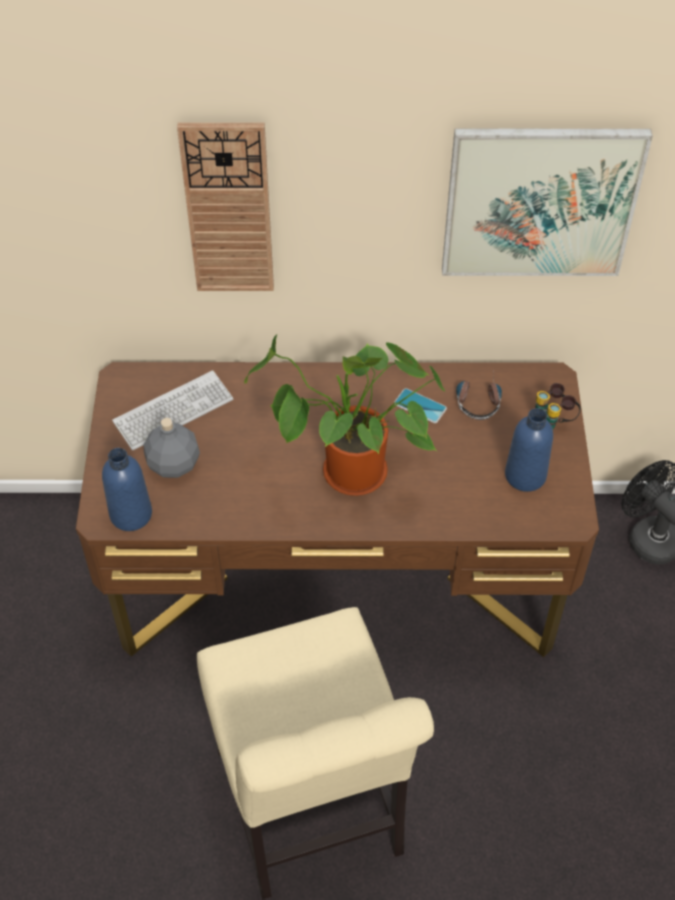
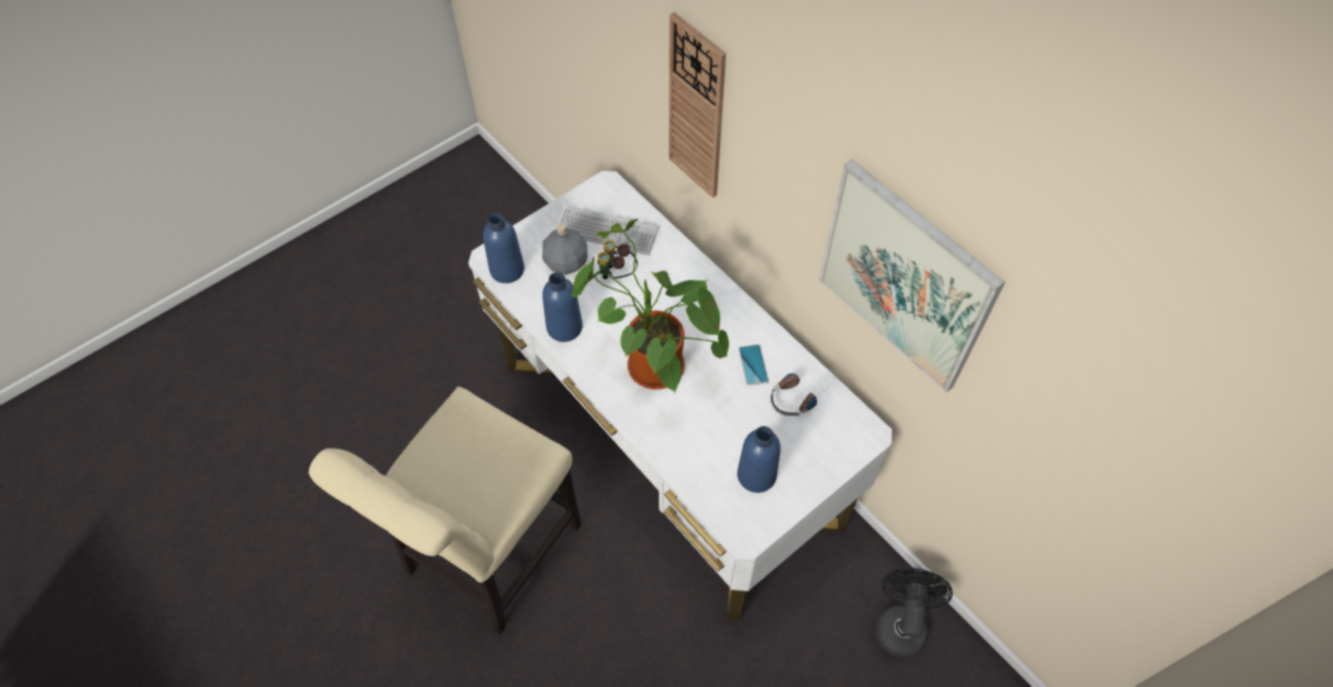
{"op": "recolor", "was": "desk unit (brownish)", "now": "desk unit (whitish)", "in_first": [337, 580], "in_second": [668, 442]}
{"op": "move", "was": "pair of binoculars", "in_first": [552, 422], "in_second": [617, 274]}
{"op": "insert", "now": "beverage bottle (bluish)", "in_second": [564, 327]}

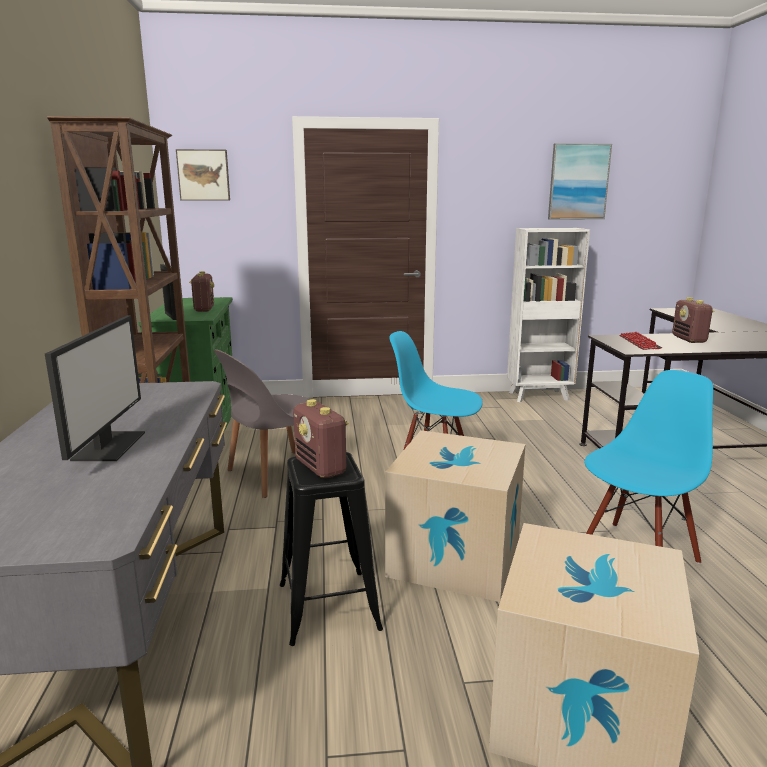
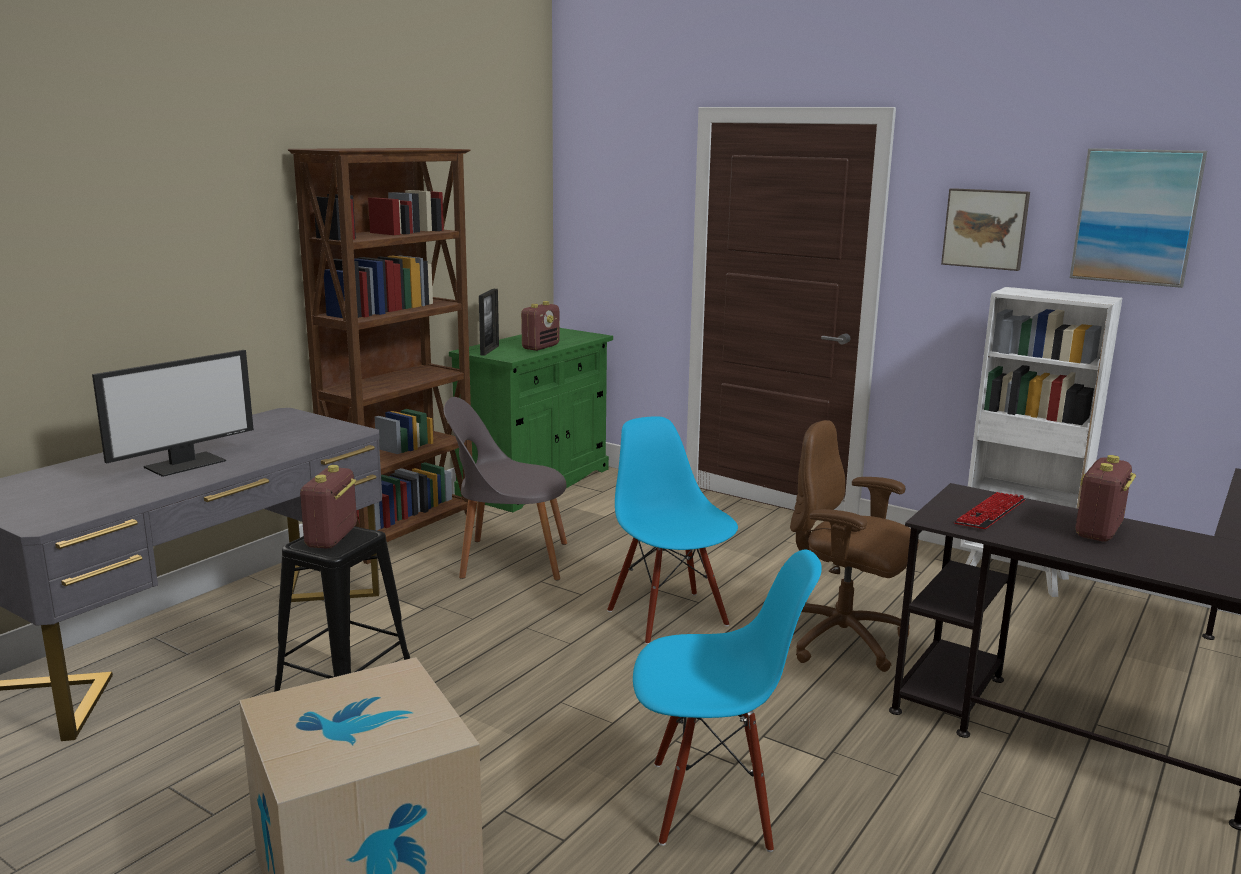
{"op": "move", "was": "wall picture", "in_first": [204, 175], "in_second": [985, 228]}
{"op": "delete", "was": "carton", "in_first": [455, 557]}
{"op": "insert", "now": "desk chair (brownish)", "in_second": [843, 641]}

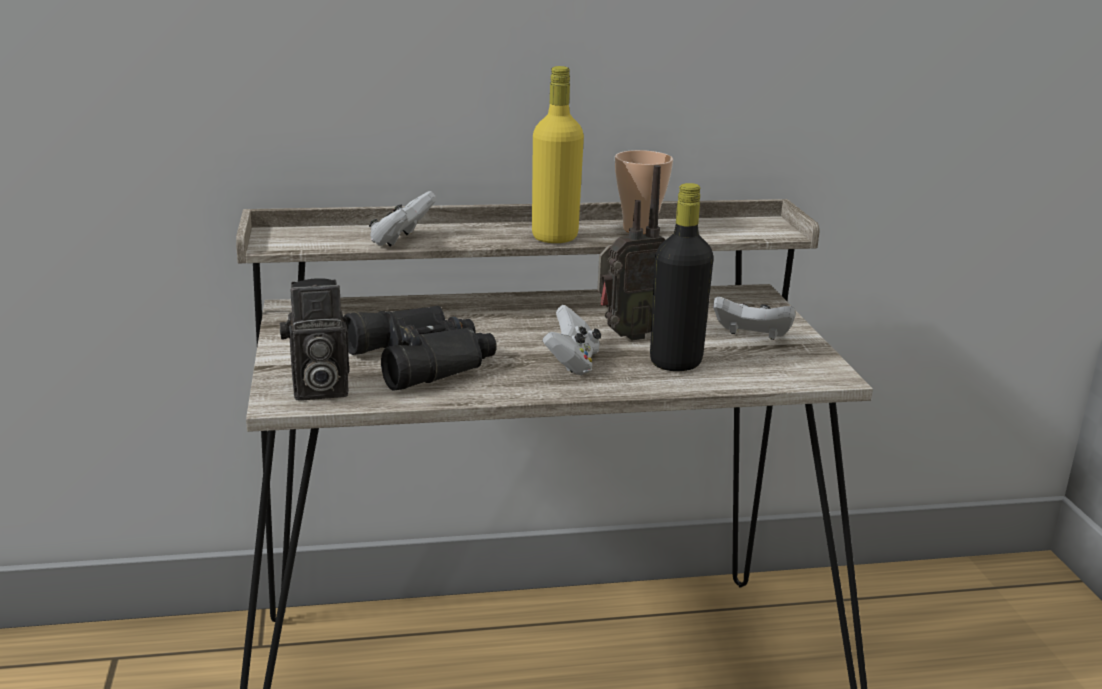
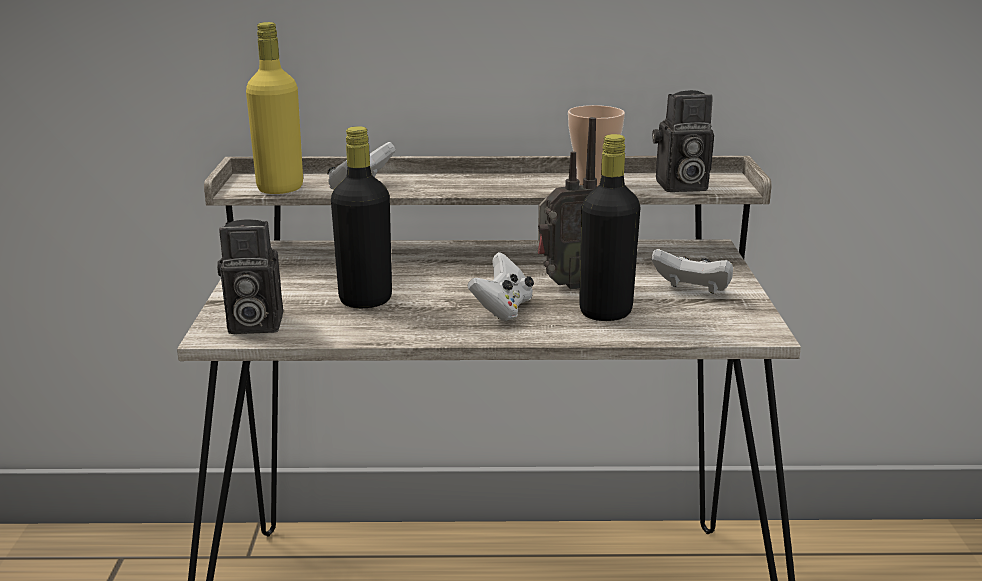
{"op": "replace", "was": "pair of binoculars (black)", "now": "beverage bottle (black)", "in_first": [426, 359], "in_second": [365, 300]}
{"op": "move", "was": "beverage bottle (yellow-coloured)", "in_first": [554, 237], "in_second": [280, 188]}
{"op": "insert", "now": "photo camera", "in_second": [679, 186]}

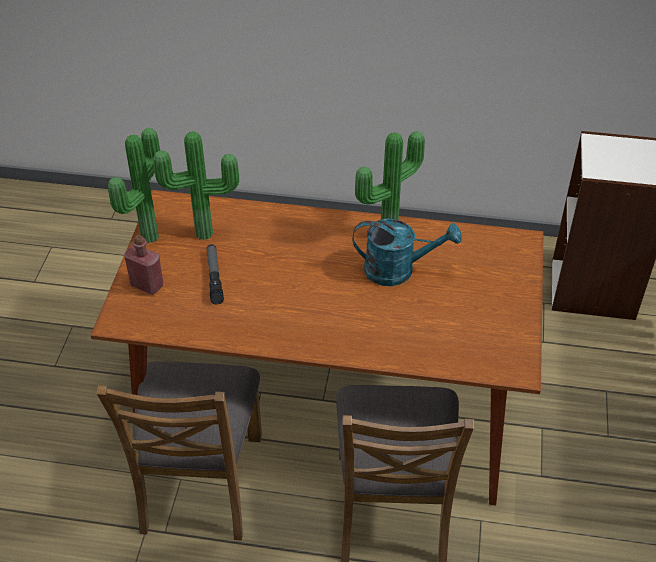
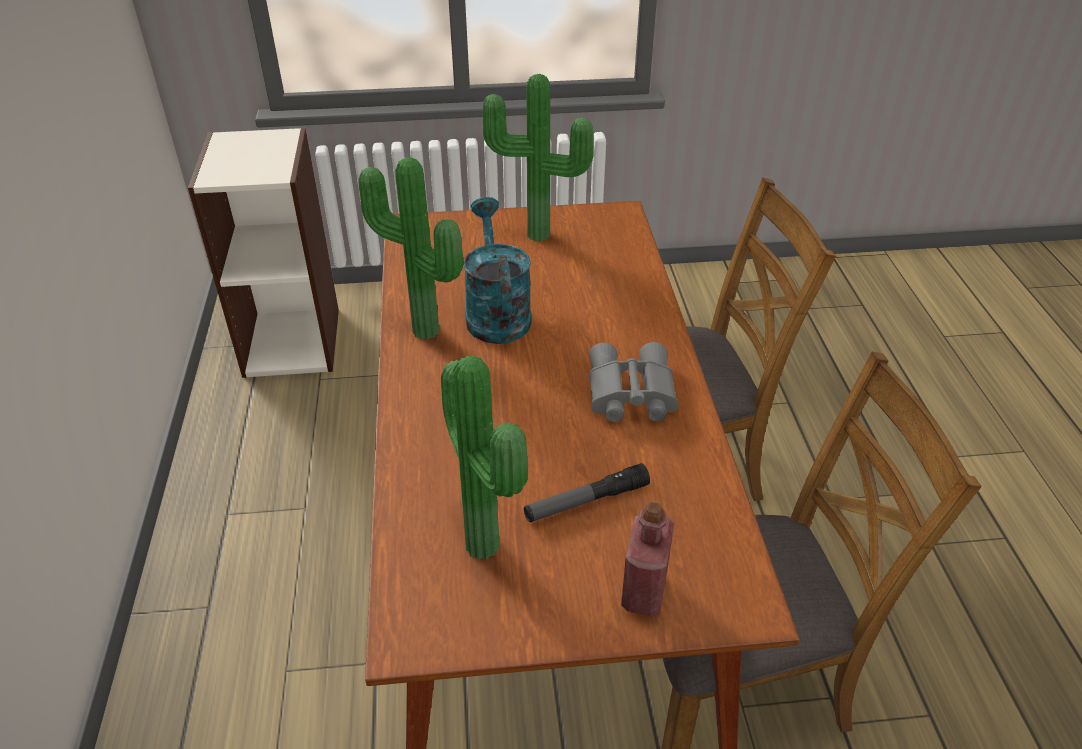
{"op": "move", "was": "potted plant", "in_first": [146, 236], "in_second": [538, 237]}
{"op": "insert", "now": "pair of binoculars (greyish)", "in_second": [628, 394]}

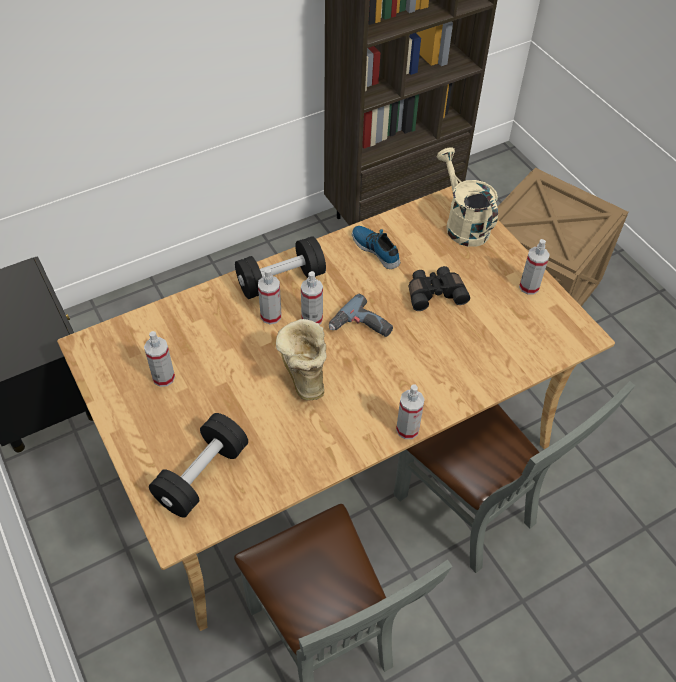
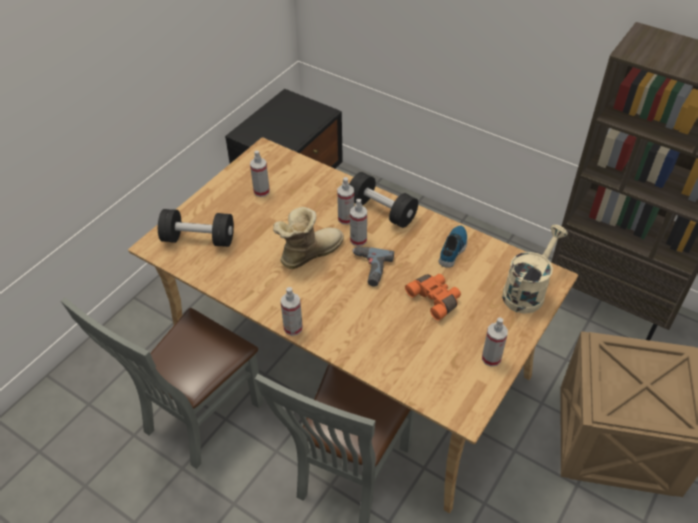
{"op": "recolor", "was": "pair of binoculars (black)", "now": "pair of binoculars (orangey)", "in_first": [435, 293], "in_second": [435, 299]}

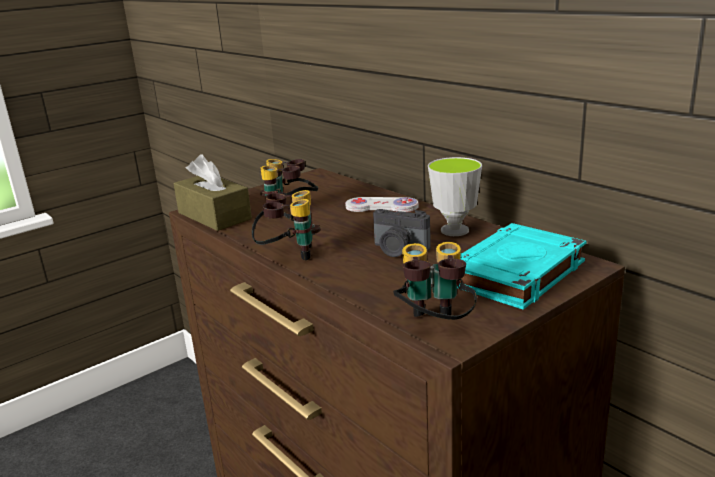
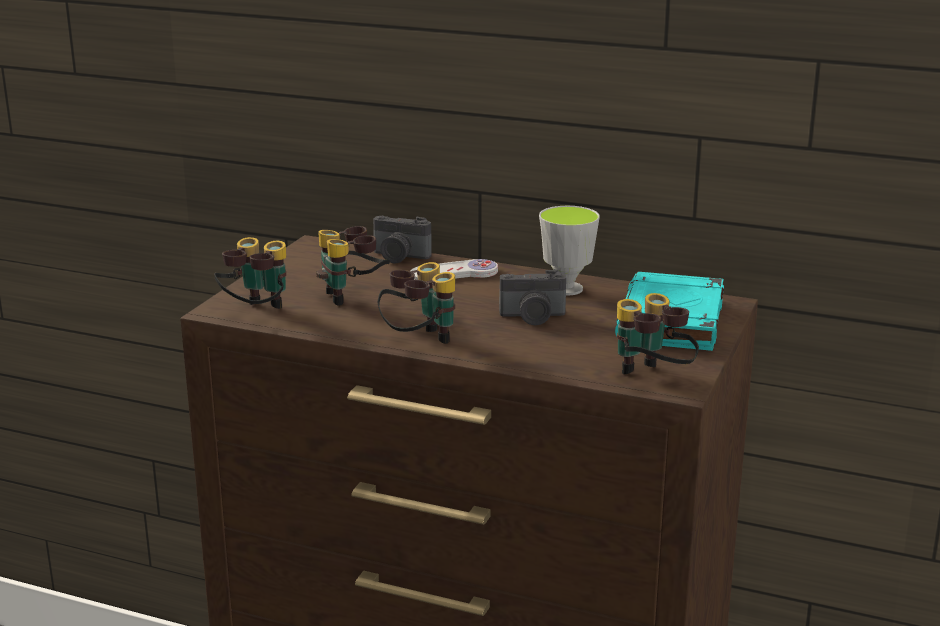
{"op": "replace", "was": "tissue holder (brownish)", "now": "pair of binoculars", "in_first": [214, 216], "in_second": [256, 313]}
{"op": "insert", "now": "photo camera", "in_second": [399, 257]}

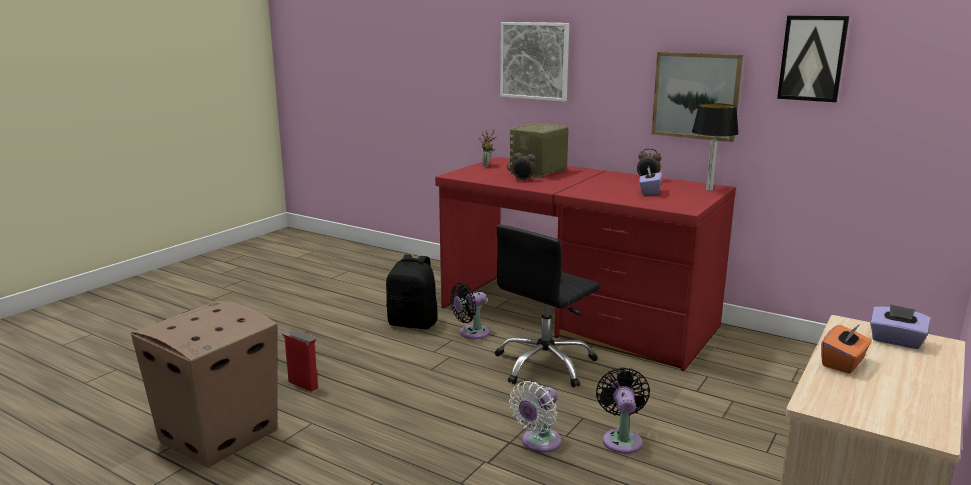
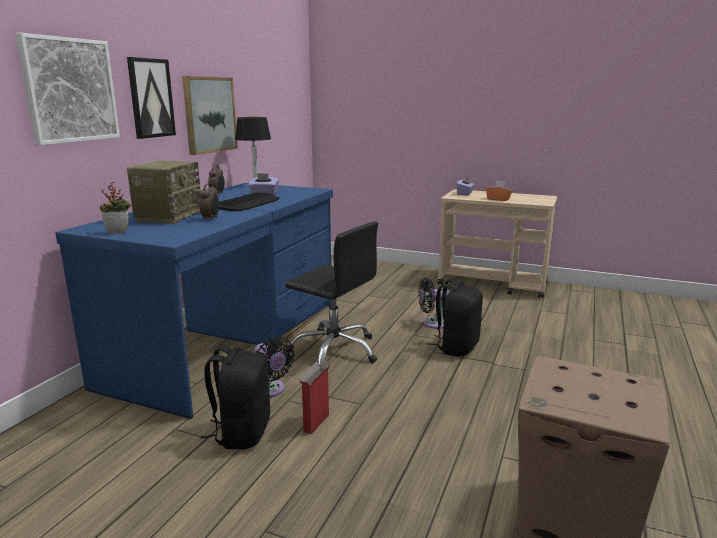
{"op": "move", "was": "carton", "in_first": [302, 385], "in_second": [316, 423]}
{"op": "recolor", "was": "desk unit (red)", "now": "desk unit (bluish)", "in_first": [575, 317], "in_second": [230, 341]}
{"op": "rotate", "was": "radio", "in_first": [538, 172], "in_second": [169, 216], "clockwise": -105}
{"op": "replace", "was": "electric fan (whitish)", "now": "rucksack (black)", "in_first": [538, 443], "in_second": [456, 347]}
{"op": "move", "was": "wall picture", "in_first": [812, 58], "in_second": [151, 98]}
{"op": "insert", "now": "computer keyboard", "in_second": [248, 203]}

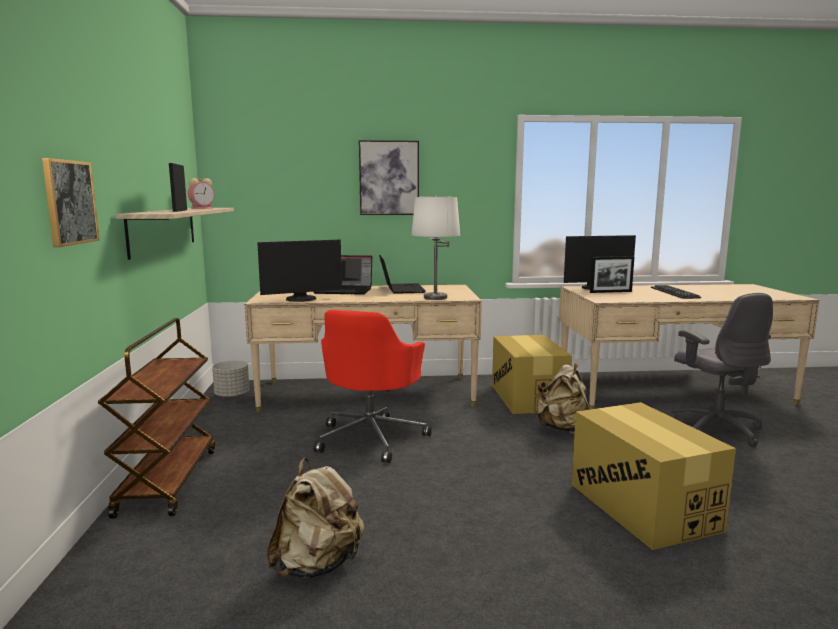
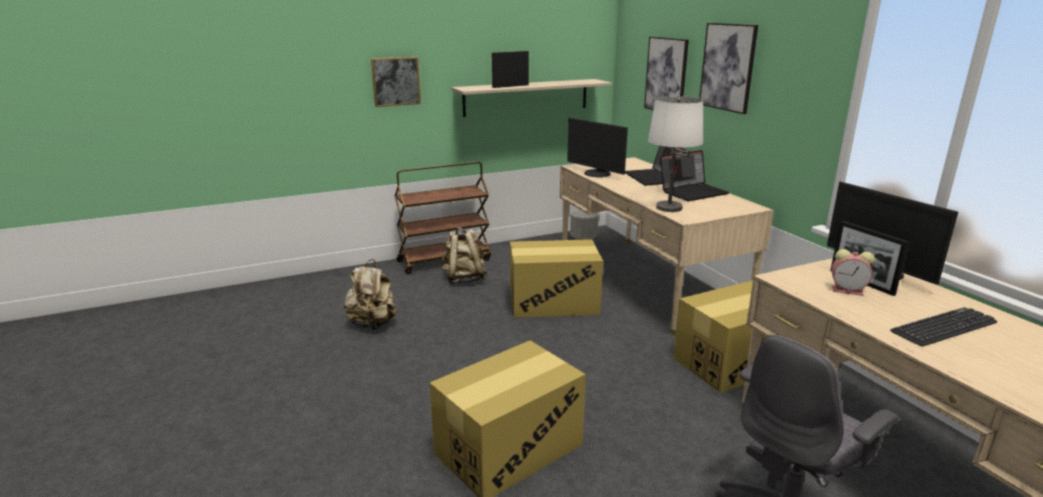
{"op": "move", "was": "alarm clock", "in_first": [202, 208], "in_second": [848, 291]}
{"op": "replace", "was": "desk chair (red)", "now": "carton", "in_first": [371, 437], "in_second": [553, 302]}
{"op": "move", "was": "rucksack (sand-coloured)", "in_first": [563, 429], "in_second": [464, 279]}
{"op": "insert", "now": "wall picture", "in_second": [666, 75]}

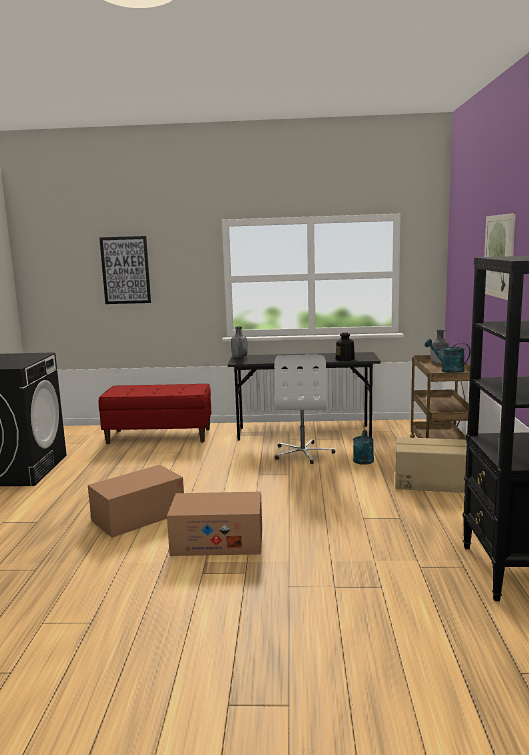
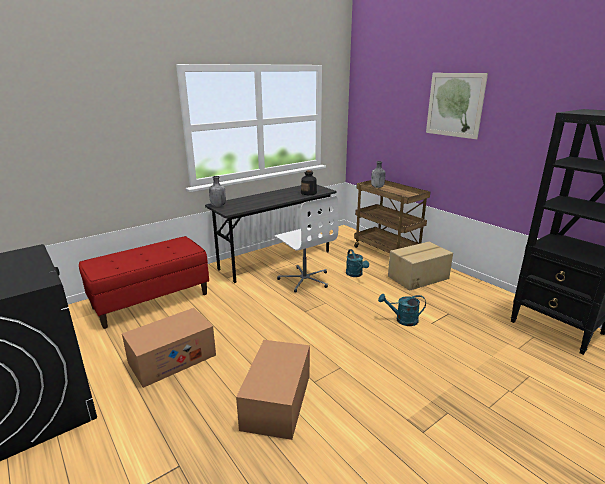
{"op": "delete", "was": "wall picture", "in_first": [125, 270]}
{"op": "move", "was": "carton", "in_first": [217, 541], "in_second": [172, 359]}
{"op": "move", "was": "watering can (blue-green)", "in_first": [448, 370], "in_second": [402, 320]}

